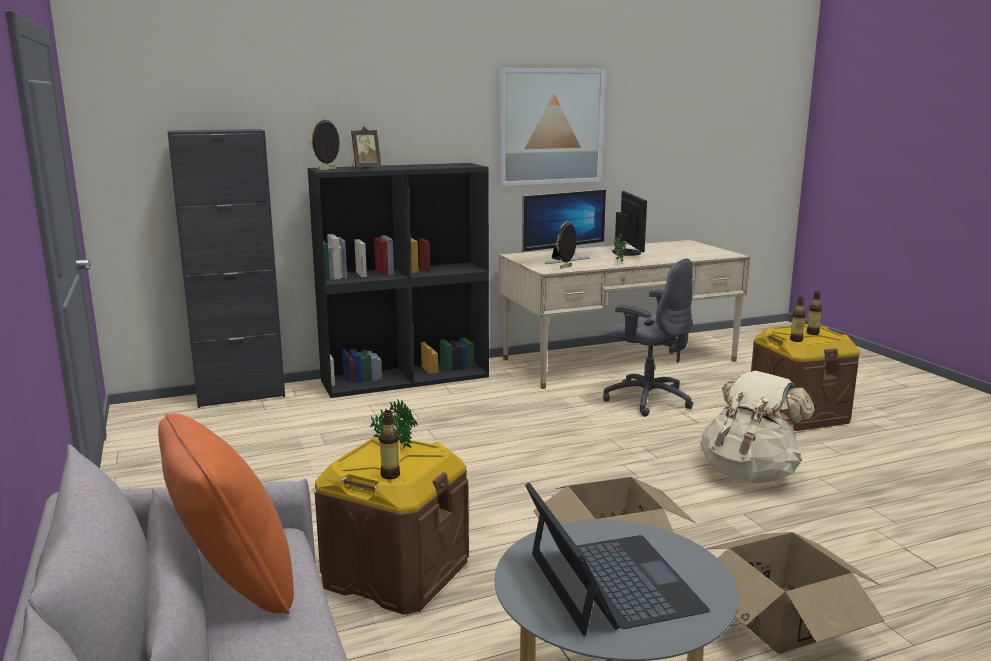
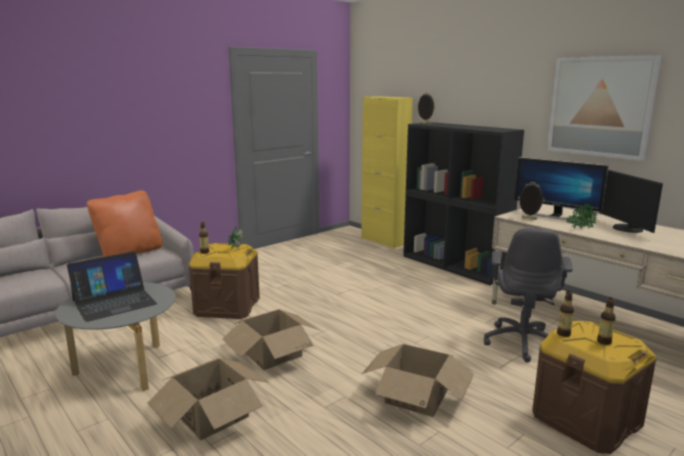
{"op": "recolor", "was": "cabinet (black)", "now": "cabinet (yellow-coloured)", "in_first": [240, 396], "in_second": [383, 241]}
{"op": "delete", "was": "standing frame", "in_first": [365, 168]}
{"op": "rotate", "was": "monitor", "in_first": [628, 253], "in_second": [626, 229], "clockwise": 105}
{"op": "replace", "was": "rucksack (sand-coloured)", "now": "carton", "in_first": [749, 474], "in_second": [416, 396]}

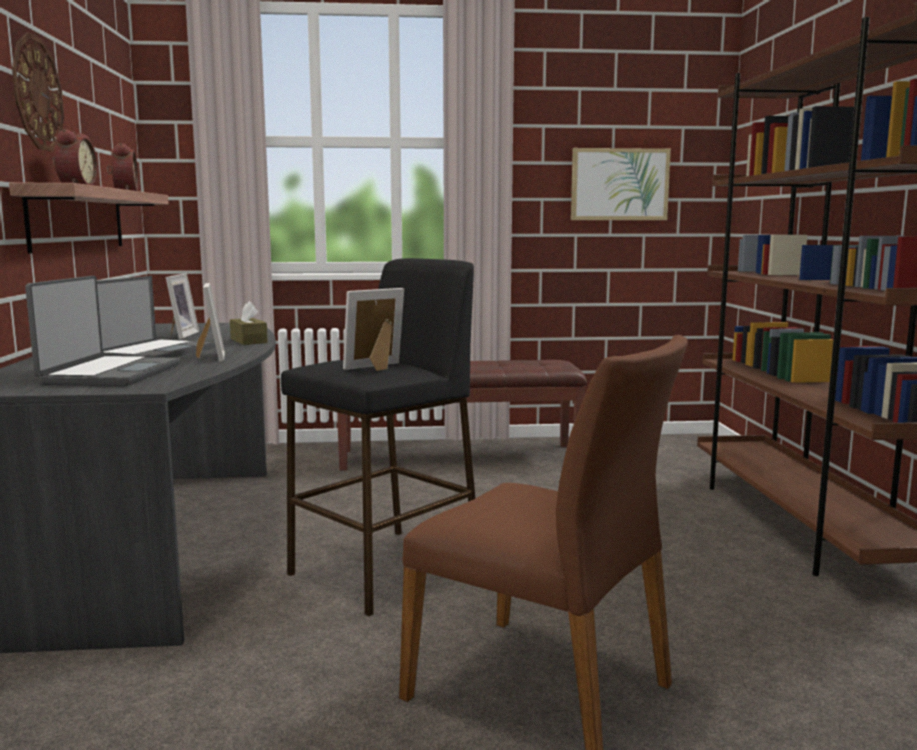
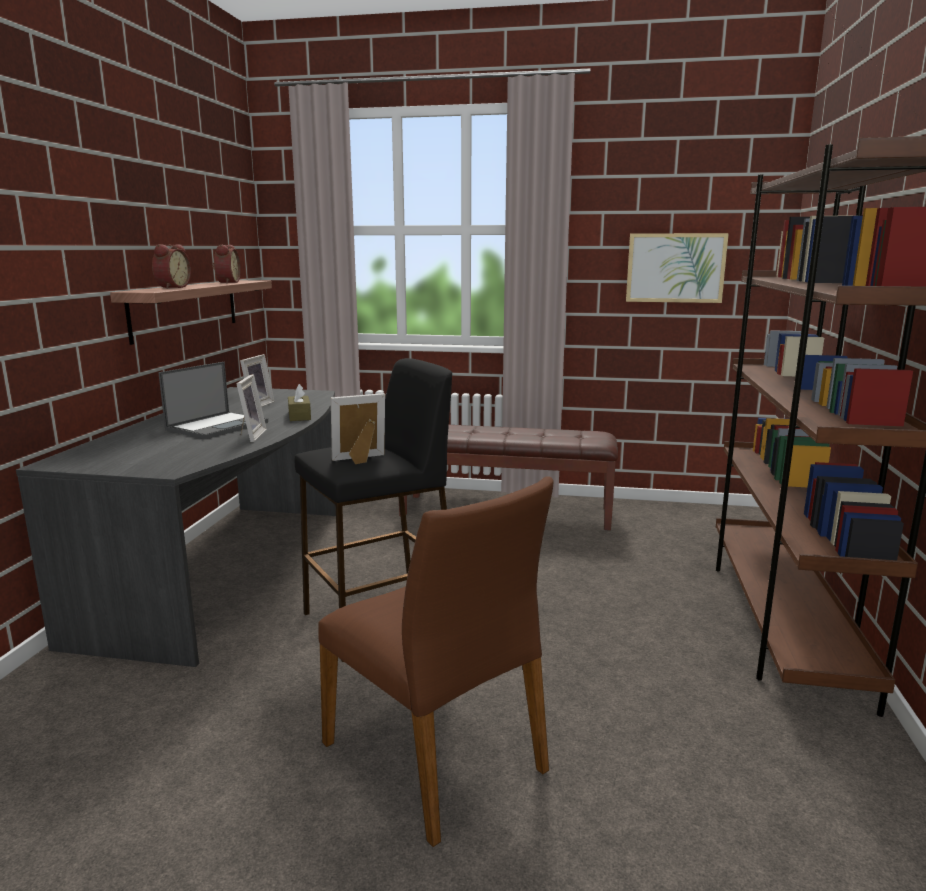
{"op": "delete", "was": "wall clock", "in_first": [37, 93]}
{"op": "delete", "was": "laptop", "in_first": [110, 374]}

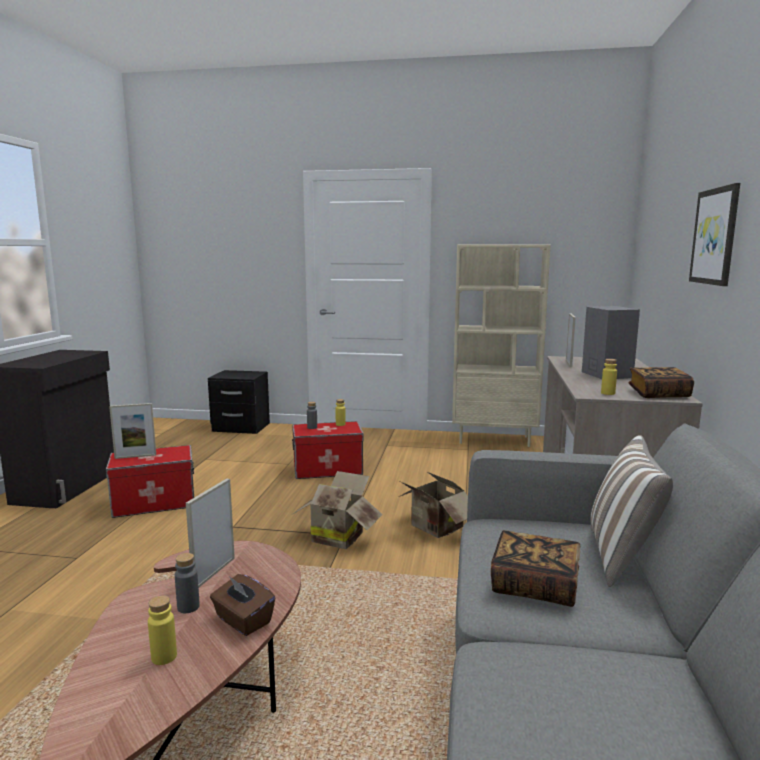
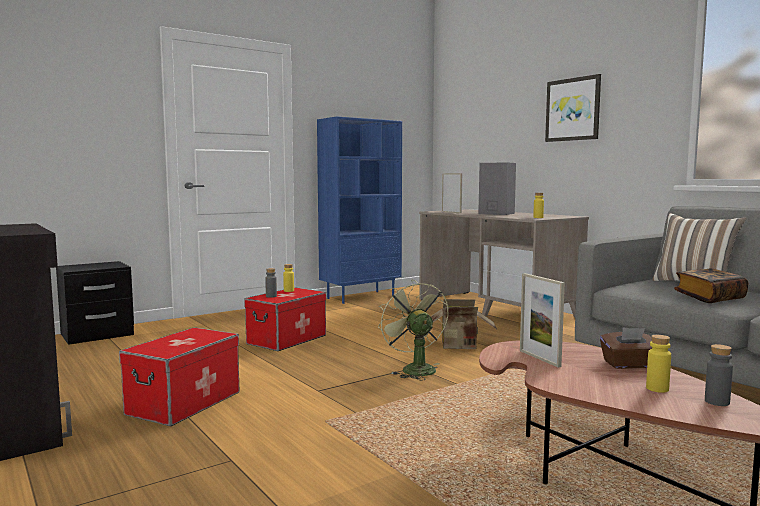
{"op": "delete", "was": "standing frame", "in_first": [135, 456]}
{"op": "move", "was": "beverage bottle (greyish)", "in_first": [188, 607], "in_second": [717, 402]}
{"op": "replace", "was": "carton", "now": "electric fan (green-coloured)", "in_first": [338, 536], "in_second": [414, 369]}
{"op": "recolor", "was": "shelving unit (sand-coloured)", "now": "shelving unit (bluish)", "in_first": [494, 439], "in_second": [361, 297]}
{"op": "delete", "was": "book", "in_first": [658, 394]}

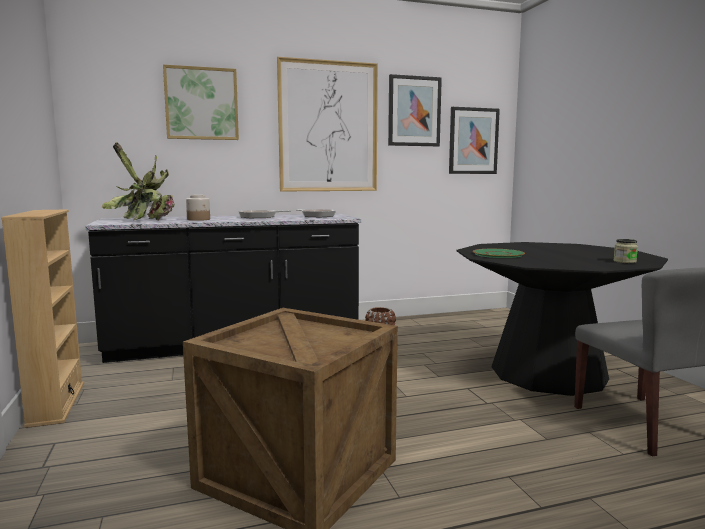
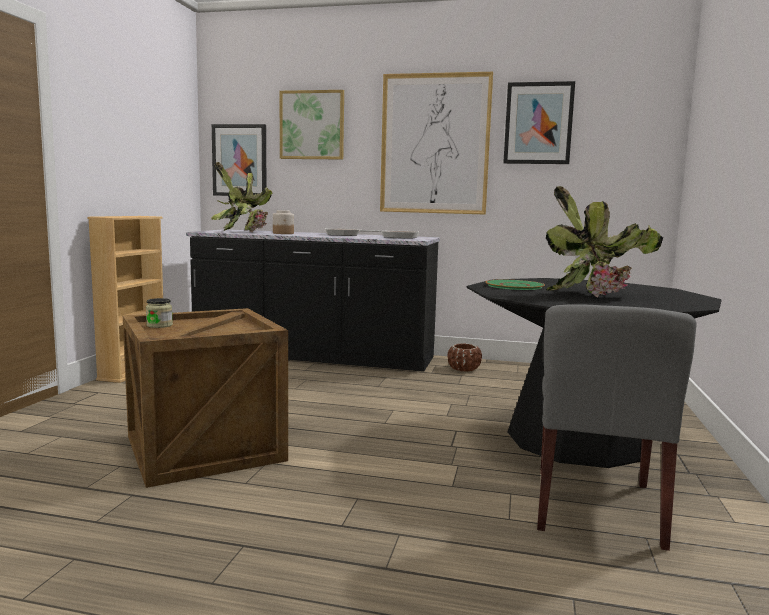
{"op": "move", "was": "wall picture", "in_first": [473, 141], "in_second": [239, 160]}
{"op": "move", "was": "jar", "in_first": [624, 261], "in_second": [159, 325]}
{"op": "insert", "now": "potted plant", "in_second": [595, 294]}

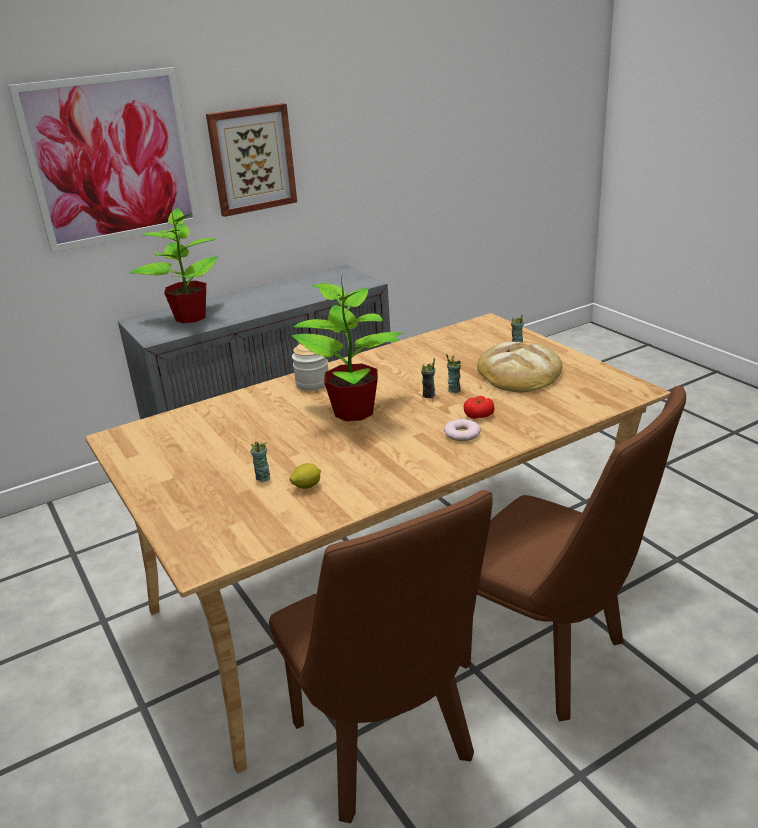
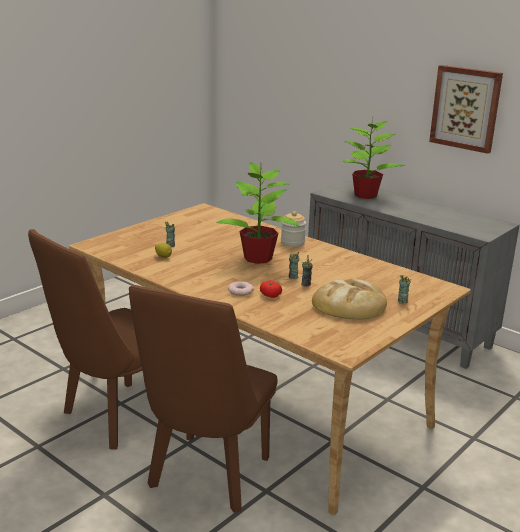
{"op": "delete", "was": "wall picture", "in_first": [111, 159]}

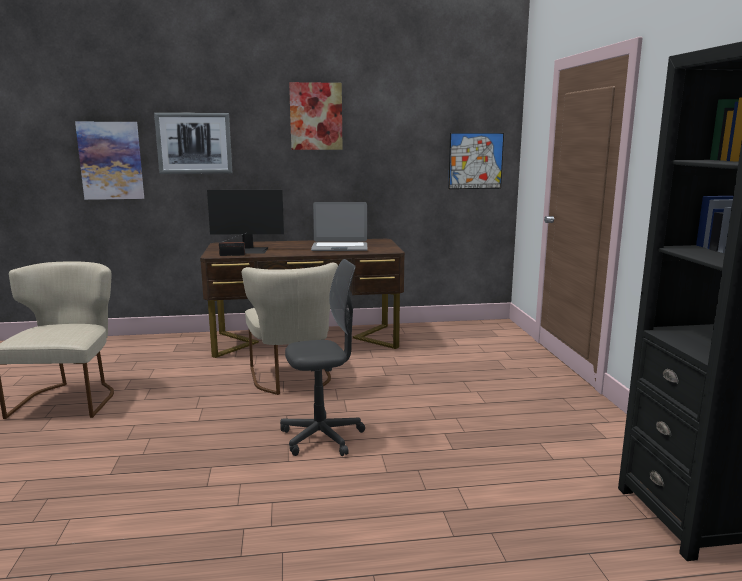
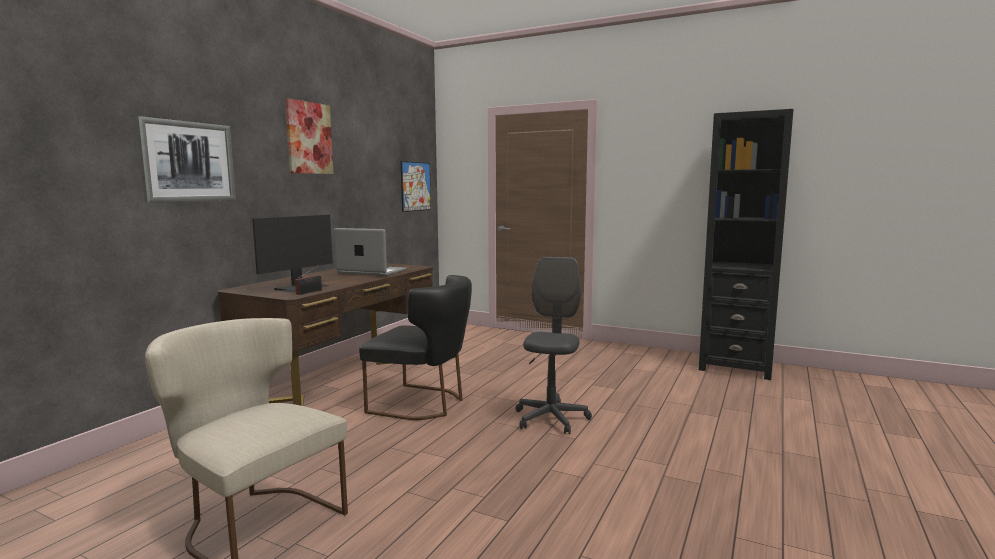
{"op": "delete", "was": "wall picture", "in_first": [111, 160]}
{"op": "recolor", "was": "chair (sand-coloured)", "now": "chair (black)", "in_first": [292, 379], "in_second": [423, 403]}
{"op": "rotate", "was": "laptop", "in_first": [339, 248], "in_second": [371, 272], "clockwise": -105}

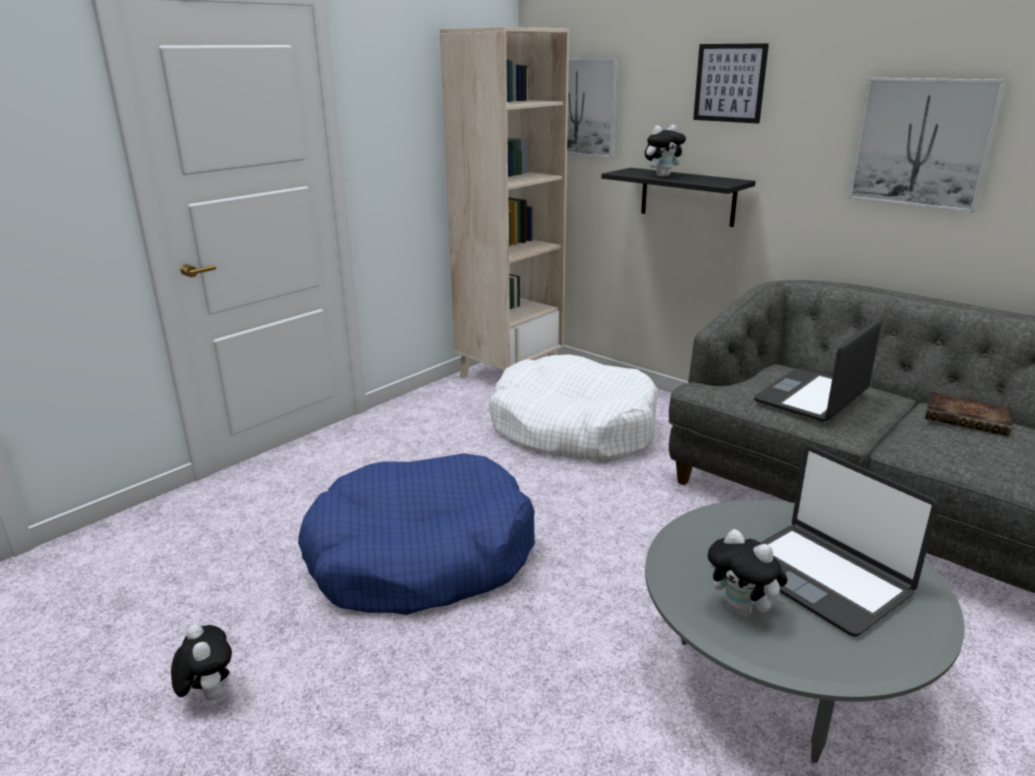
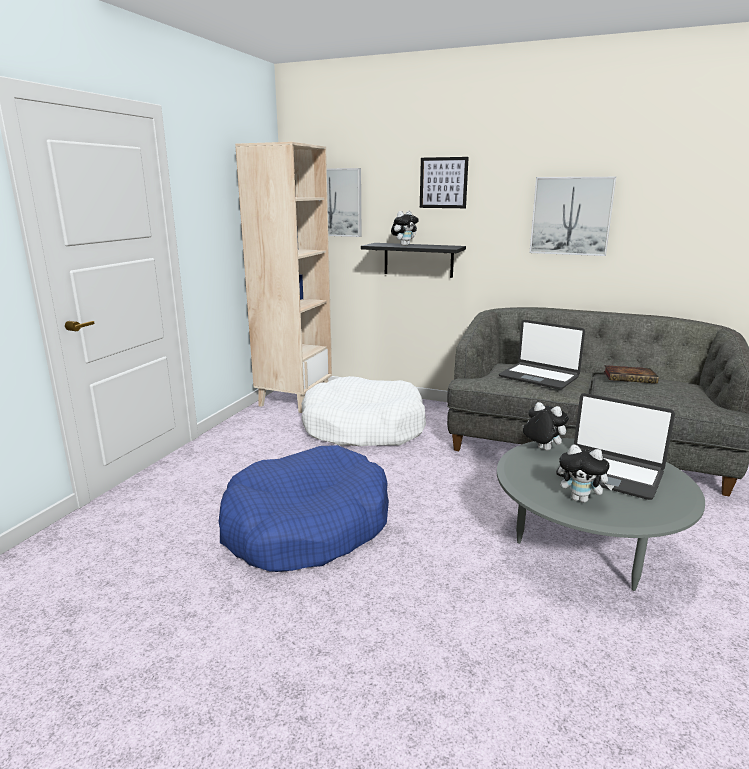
{"op": "move", "was": "plush toy", "in_first": [208, 694], "in_second": [541, 449]}
{"op": "rotate", "was": "laptop", "in_first": [812, 397], "in_second": [539, 377], "clockwise": -75}

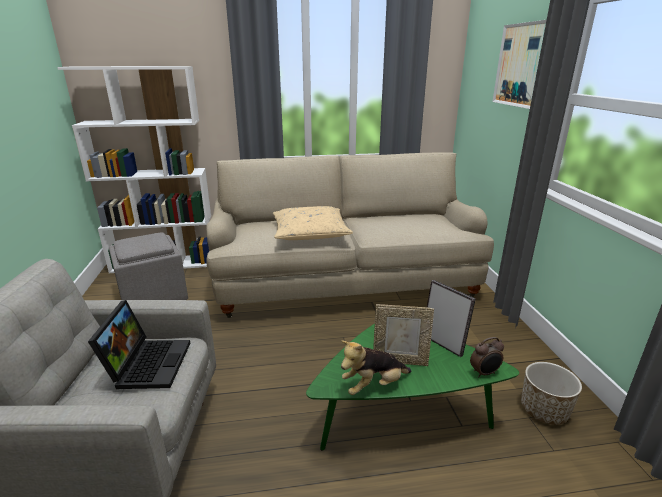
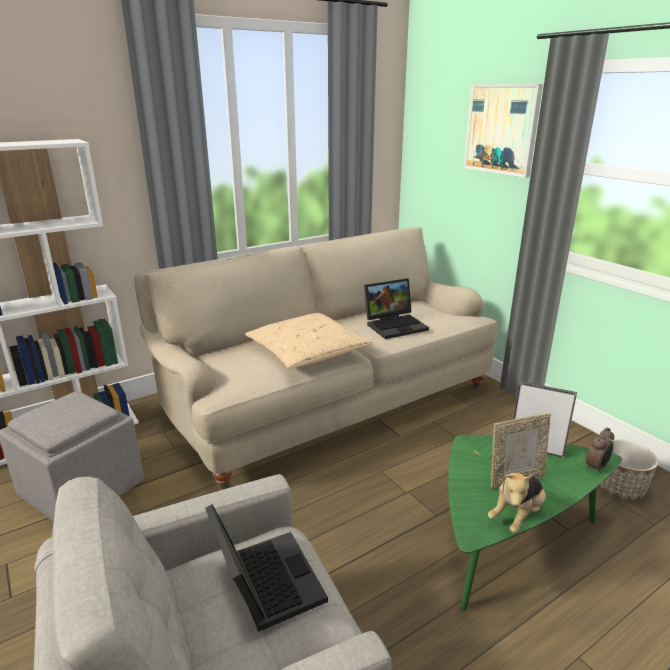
{"op": "insert", "now": "laptop", "in_second": [395, 325]}

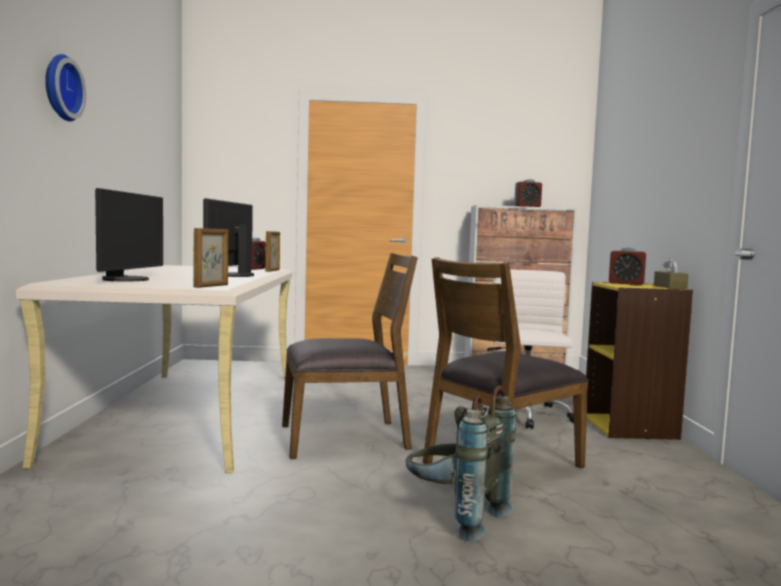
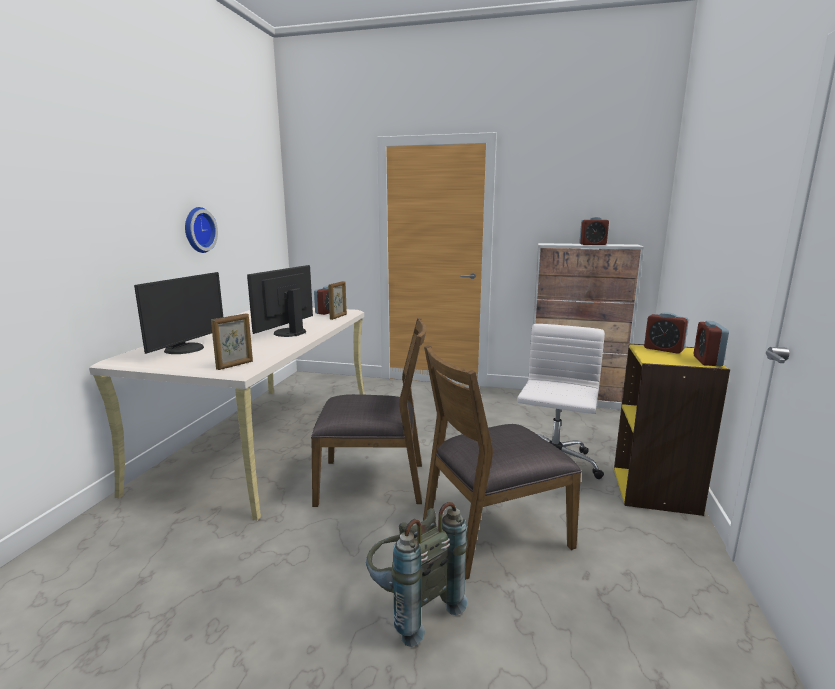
{"op": "move", "was": "wall clock", "in_first": [60, 88], "in_second": [197, 230]}
{"op": "replace", "was": "tissue holder (brownish)", "now": "alarm clock", "in_first": [670, 287], "in_second": [707, 361]}

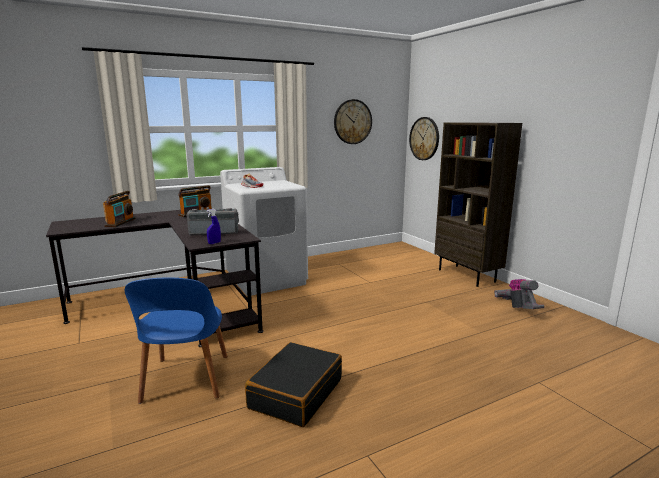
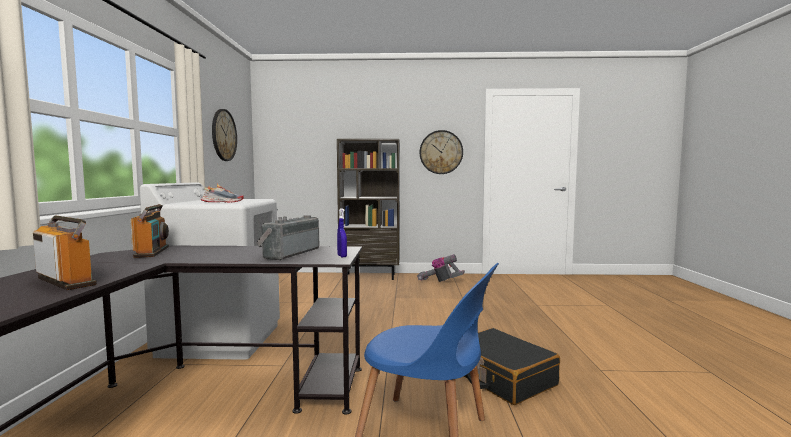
{"op": "move", "was": "wall clock", "in_first": [424, 138], "in_second": [441, 152]}

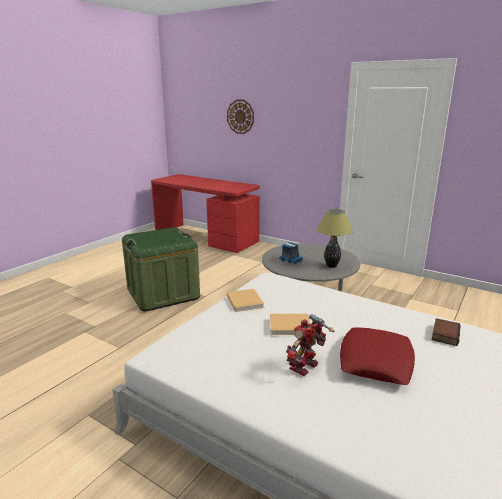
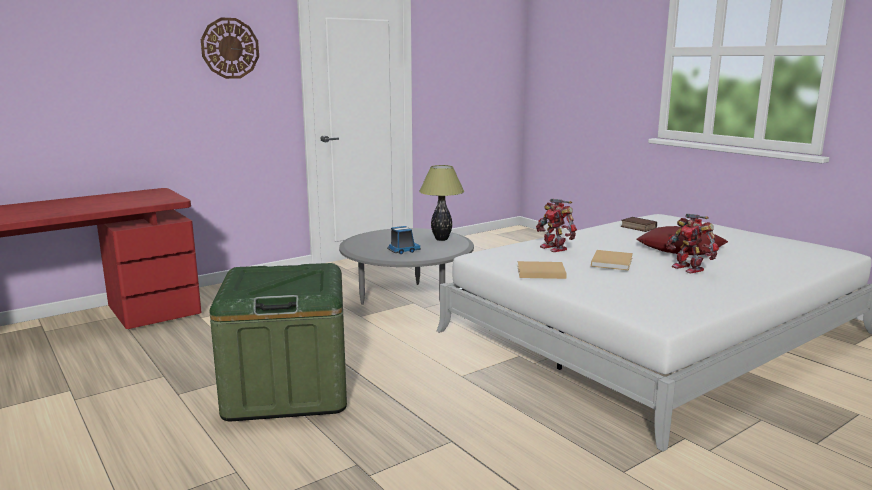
{"op": "move", "was": "wall clock", "in_first": [240, 116], "in_second": [230, 48]}
{"op": "insert", "now": "toy robot", "in_second": [555, 248]}

